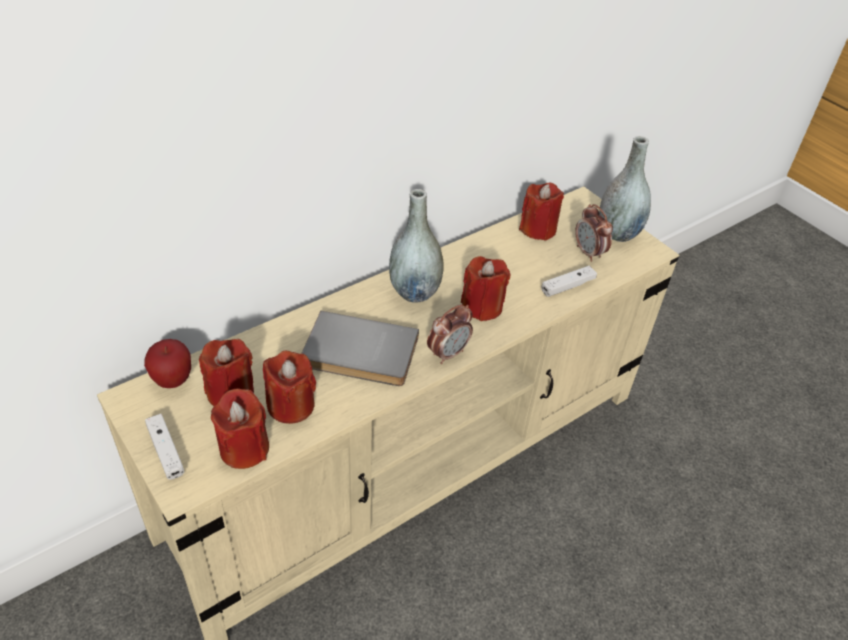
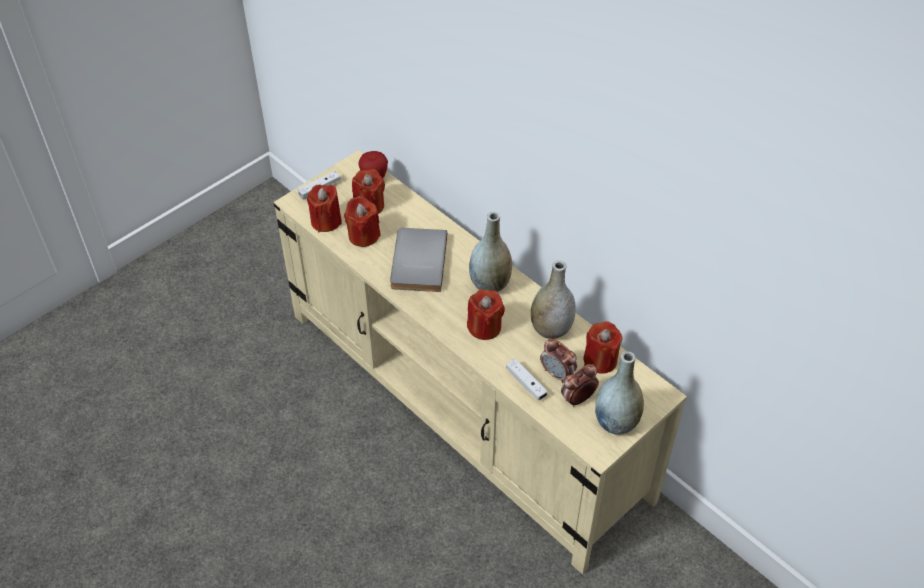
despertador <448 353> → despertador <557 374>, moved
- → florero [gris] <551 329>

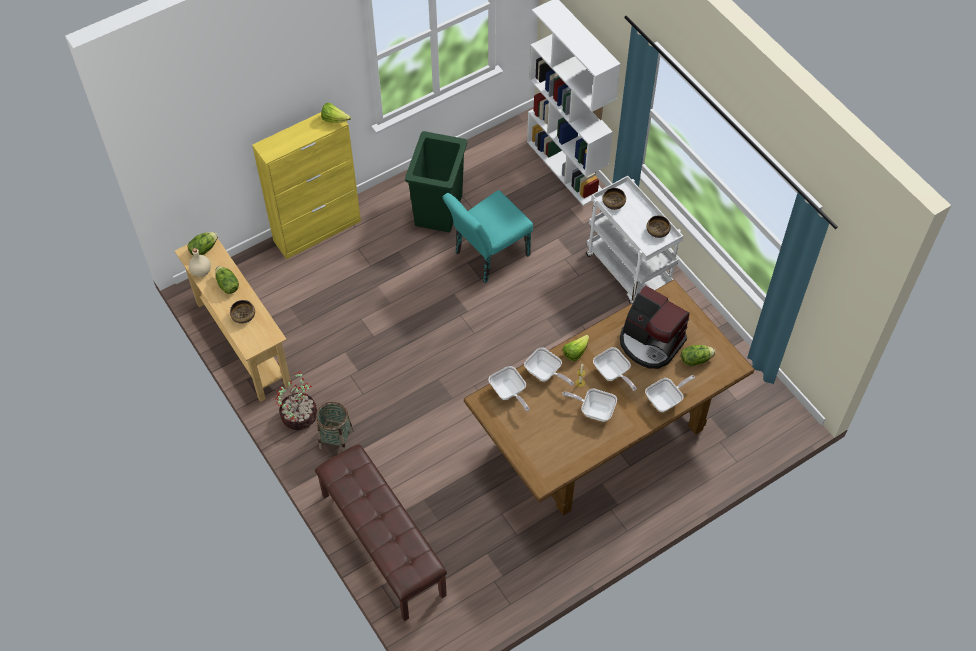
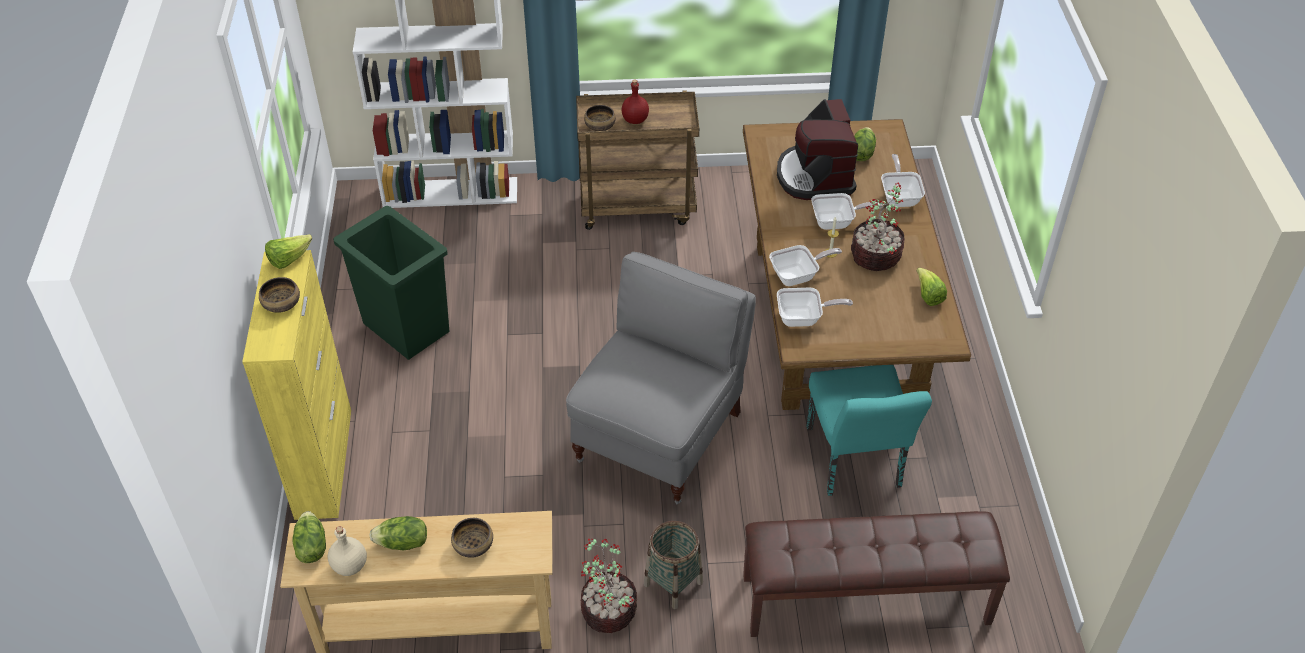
carrito [blanco] <629 271> → carrito [marrón] <638 206>
silla [turquesa] <487 256> → silla [turquesa] <855 464>, moved
cuenco <657 231> → cuenco <281 304>, moved
cafetera <650 342> → cafetera <814 176>, 105 degrees clockwise
lechuga <575 352> → lechuga <928 296>, moved
sartén <594 410> → planta en maceta <876 257>
- → botella [rojo] <634 120>
- → silla [gris] <660 435>

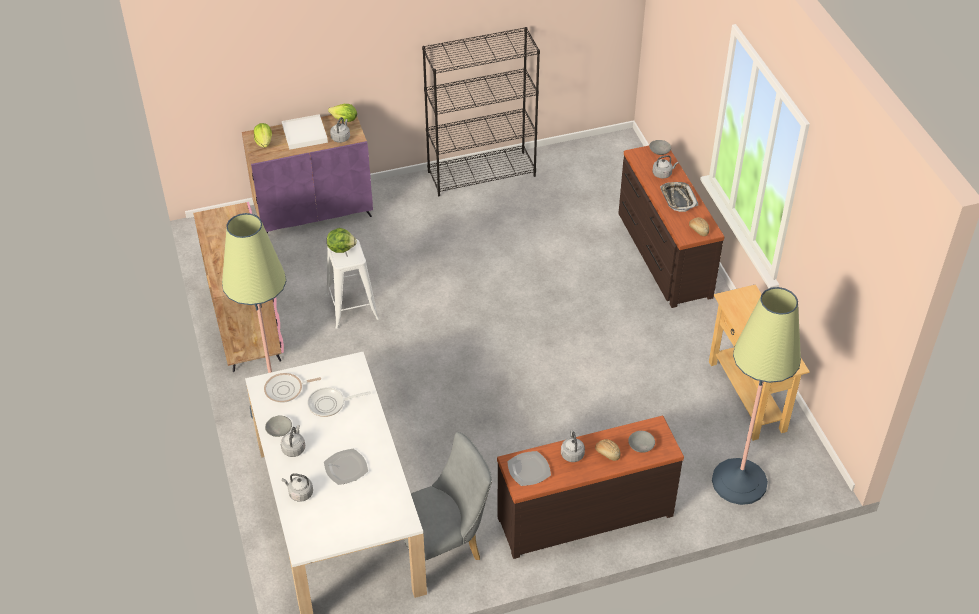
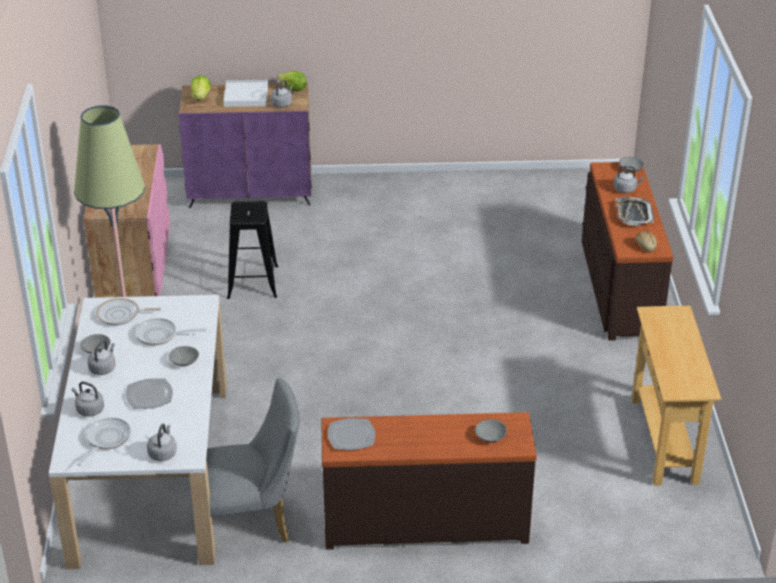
estantería [negro] <482 173> → -
lechuga <341 248> → -
taburete [blanco] <352 307> → taburete [negro] <252 282>
lámpara de pie <739 482> → -
hervidor [gris] <572 453> → hervidor [gris] <163 453>, moved
pan <607 453> → -
- → cuenco [gris] <184 360>
- → sartén <106 440>

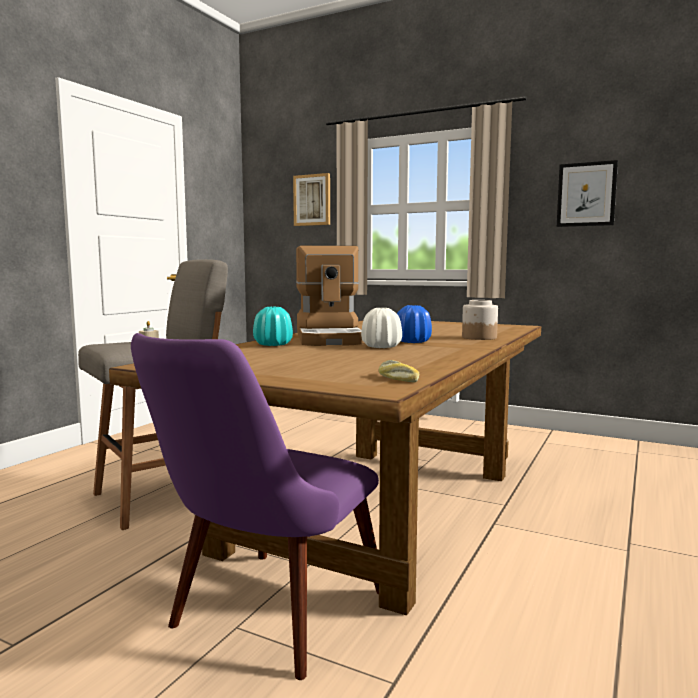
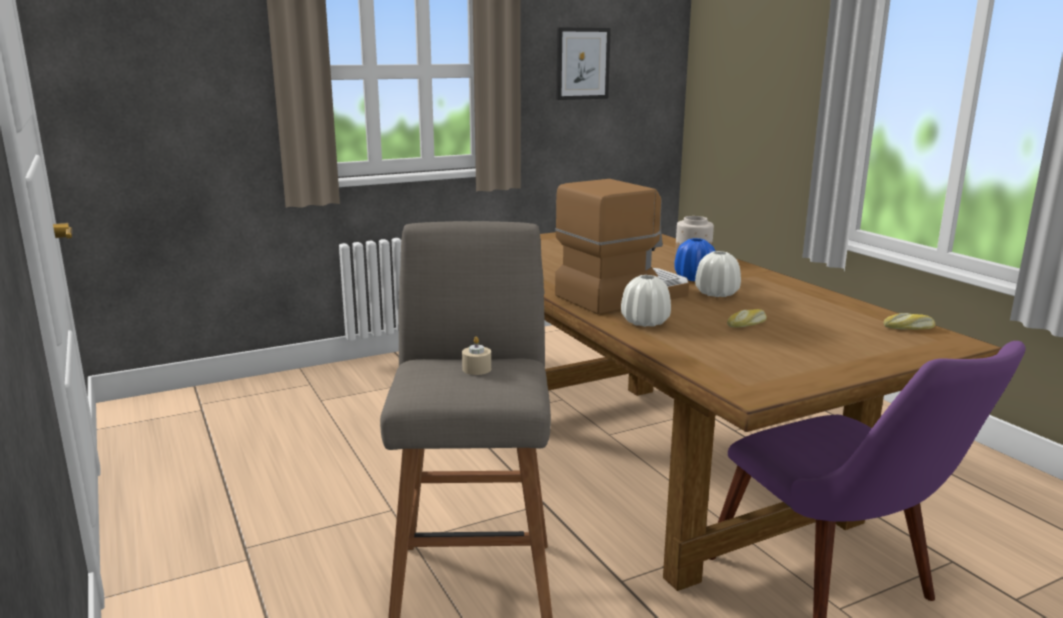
cuadro <312 200> → -
cafetera <330 338> → cafetera <622 295>, 60 degrees counterclockwise
florero [turquesa] <273 344> → florero [blanco] <645 322>
- → pan <747 324>

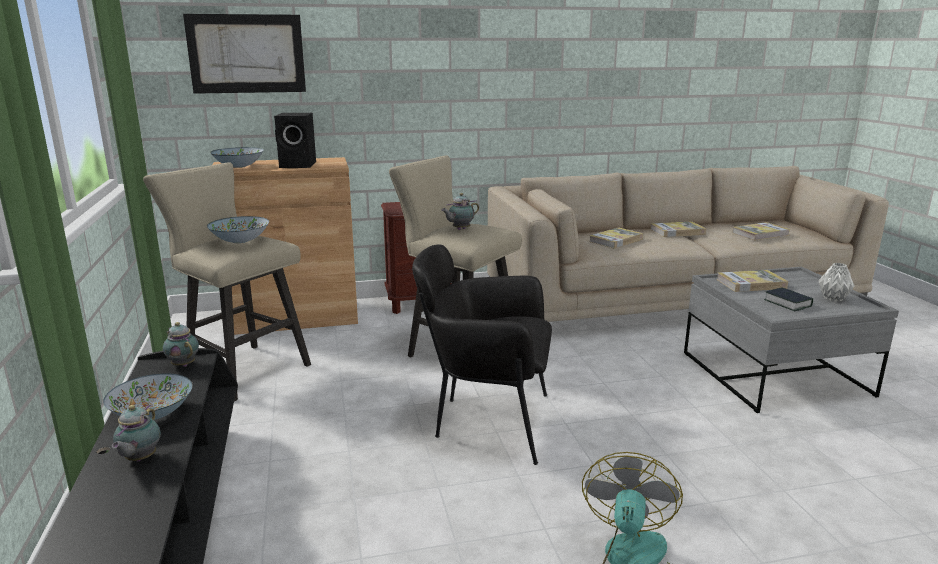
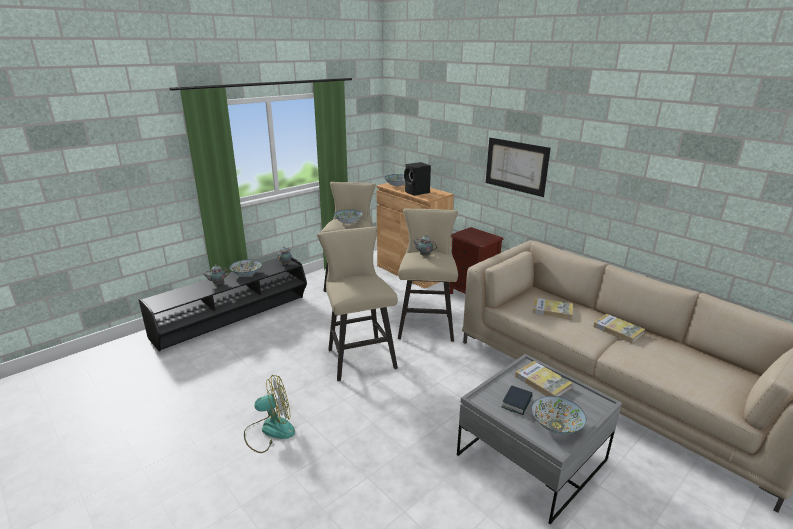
cuadro <246 54> → cuadro <516 166>, moved
libro <760 234> → -
sillón [negro] <486 422> → taburete [beis] <359 356>
florero [gris] <832 298> → cuenco <556 425>

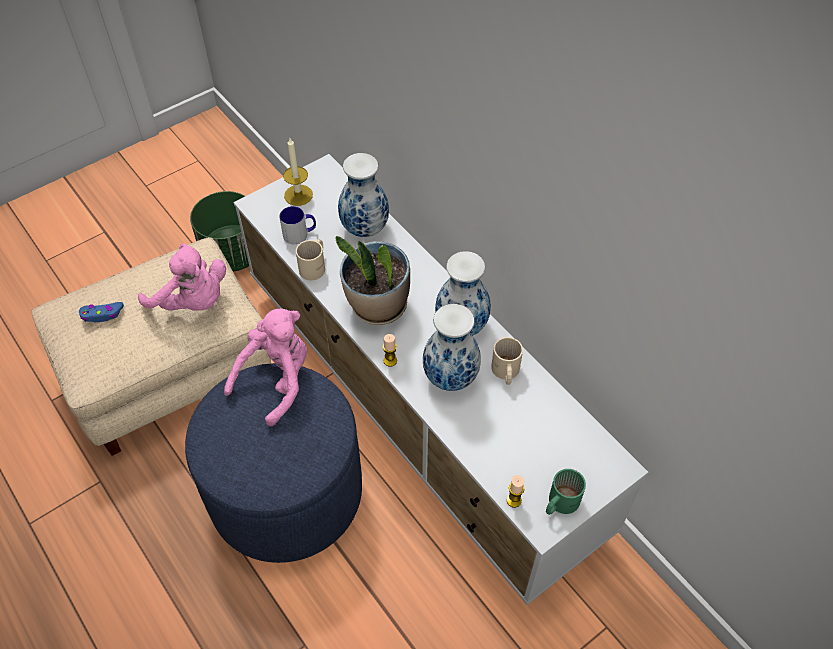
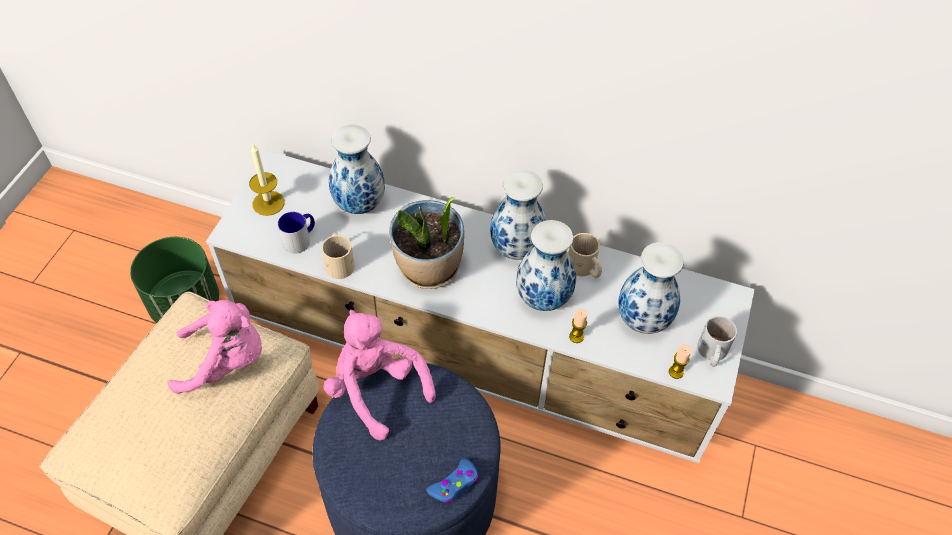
mando de consola [azul] <102 315> → mando de consola [azul] <454 484>, moved
peluche [rosa] <277 380> → peluche [rosa] <376 389>, 45 degrees counterclockwise
vela <390 361> → vela <576 337>, moved
taza grande [verde] <559 502> → taza grande [blanco] <711 353>
- → florero <644 320>

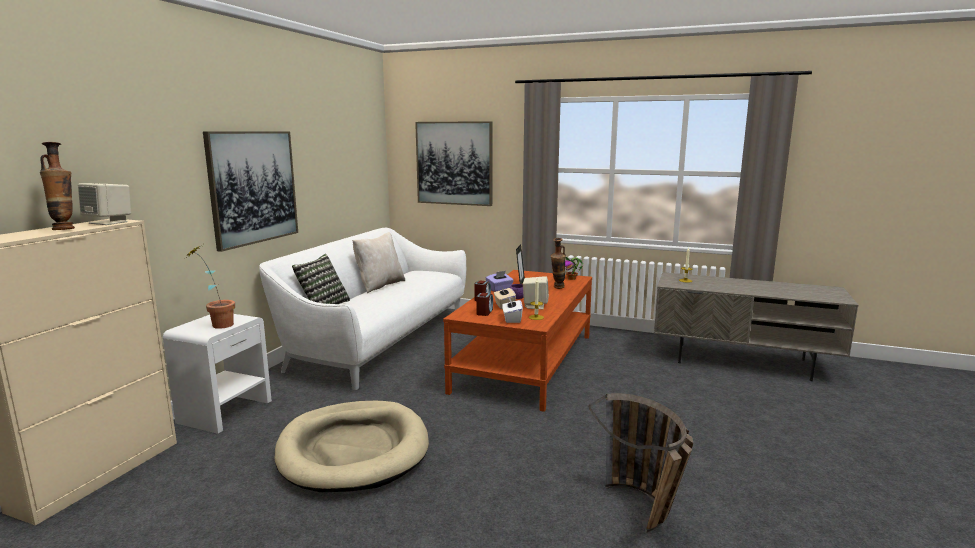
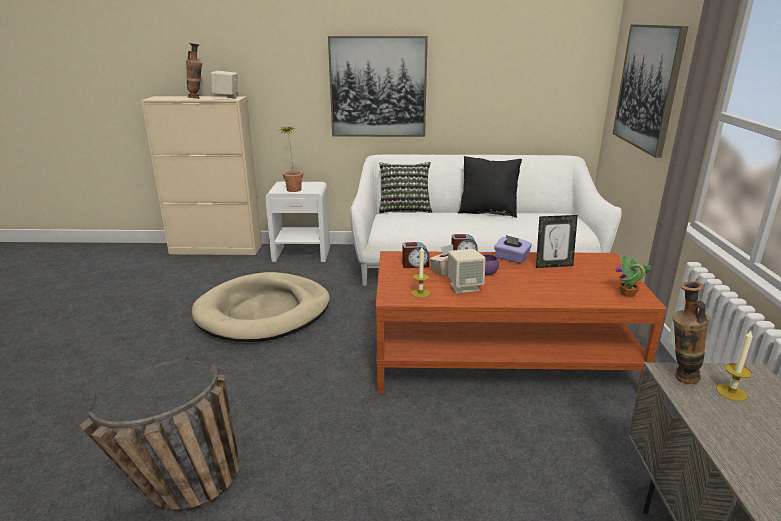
cojín [beis] <379 285> → cojín [negro] <487 212>
florero <557 288> → florero <678 378>, moved
caja de pañuelos [blanco] <512 319> → -

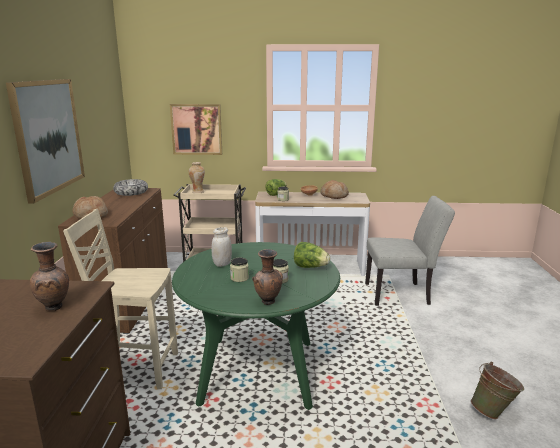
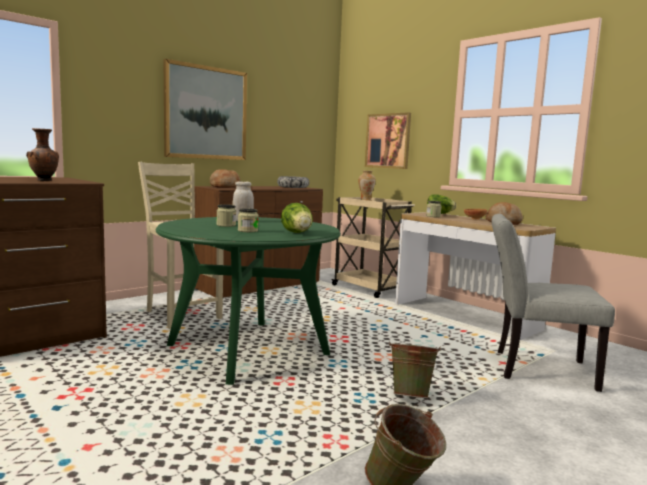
silla [gris] <402 294> → silla [gris] <535 368>, 150 degrees clockwise
florero [marrón] <268 302> → -
- → cubo [verde] <411 396>

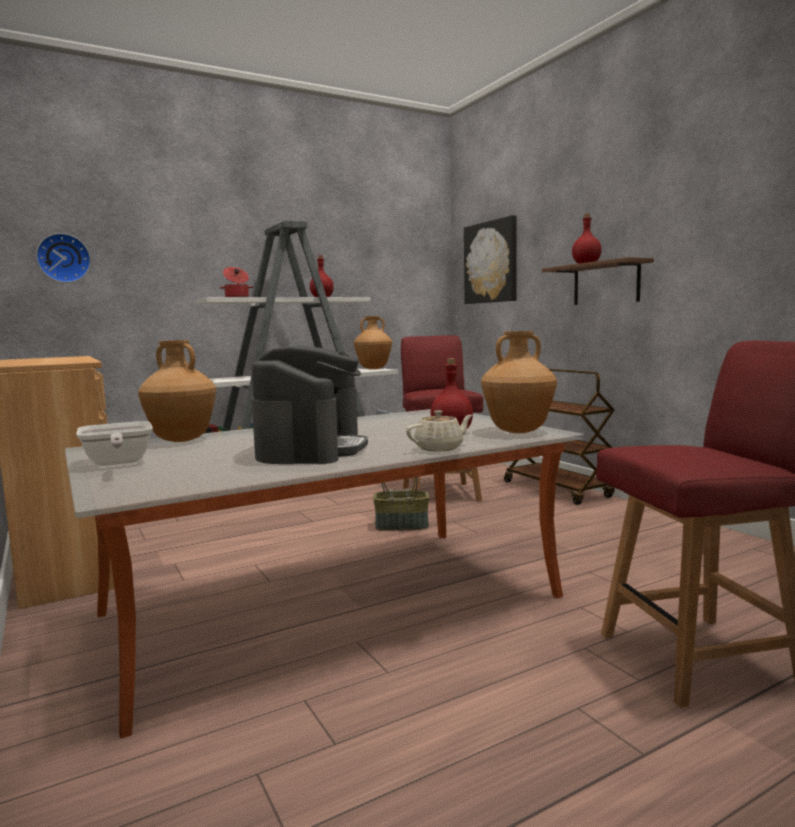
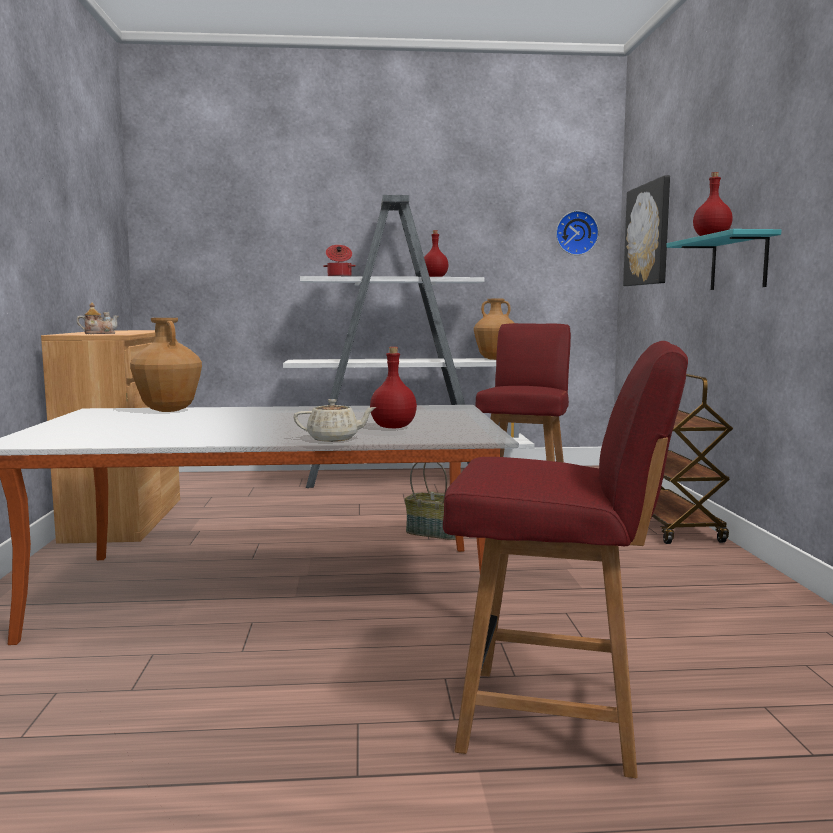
reloj de pared <63 258> → reloj de pared <576 233>, moved
estante [marrón] <606 283> → estante [turquesa] <738 262>
florero [marrón] <518 431> → -
cafetera <311 449> → -
sartén <117 463> → -
- → tetera <99 333>

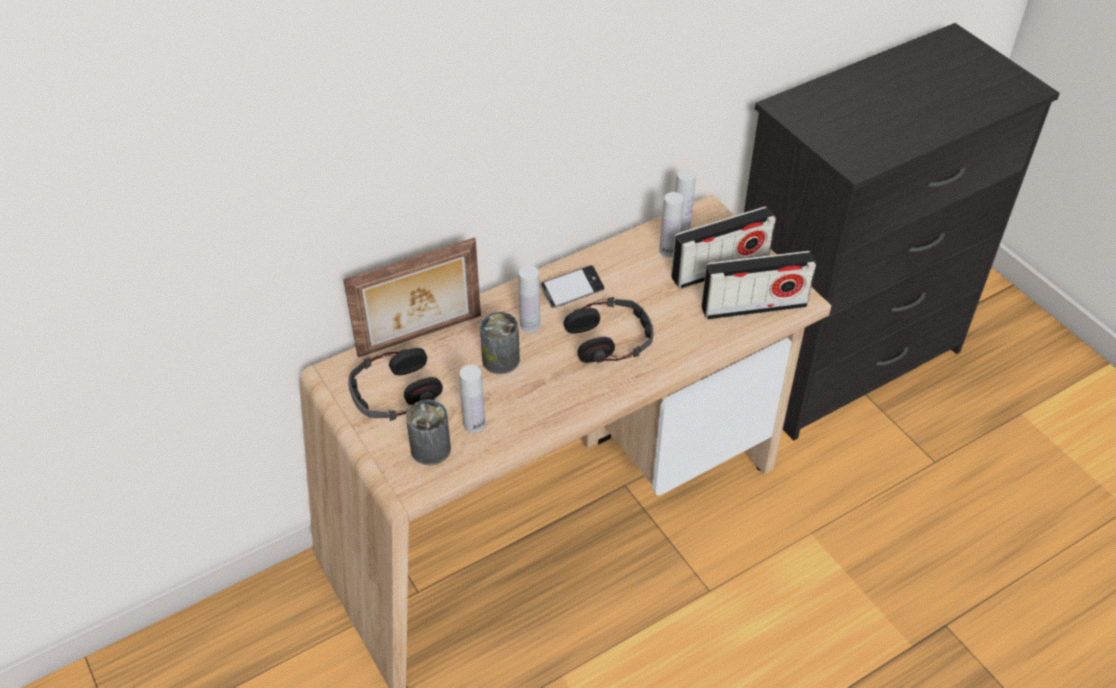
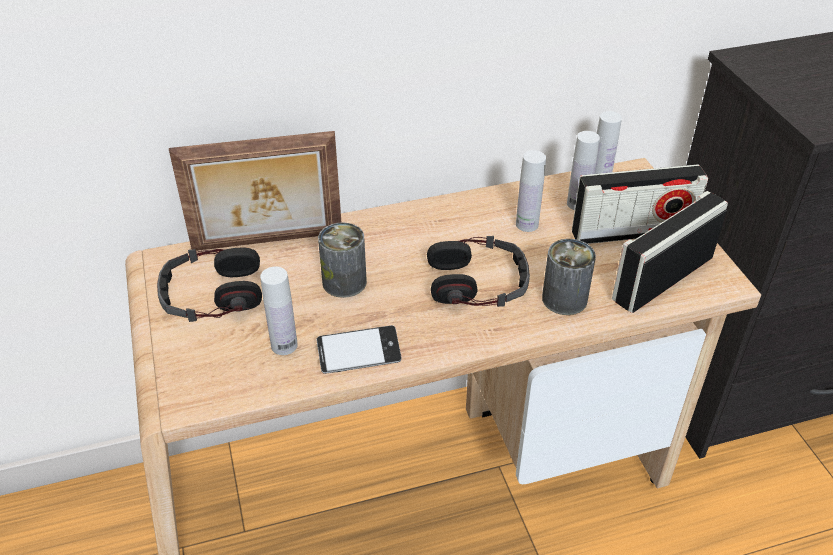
radio <754 306> → radio <662 278>, 135 degrees clockwise
móvil <572 290> → móvil <359 354>, moved
botella [blanco] <530 325> → botella [blanco] <527 224>, moved
lata <430 449> → lata <564 299>, moved

